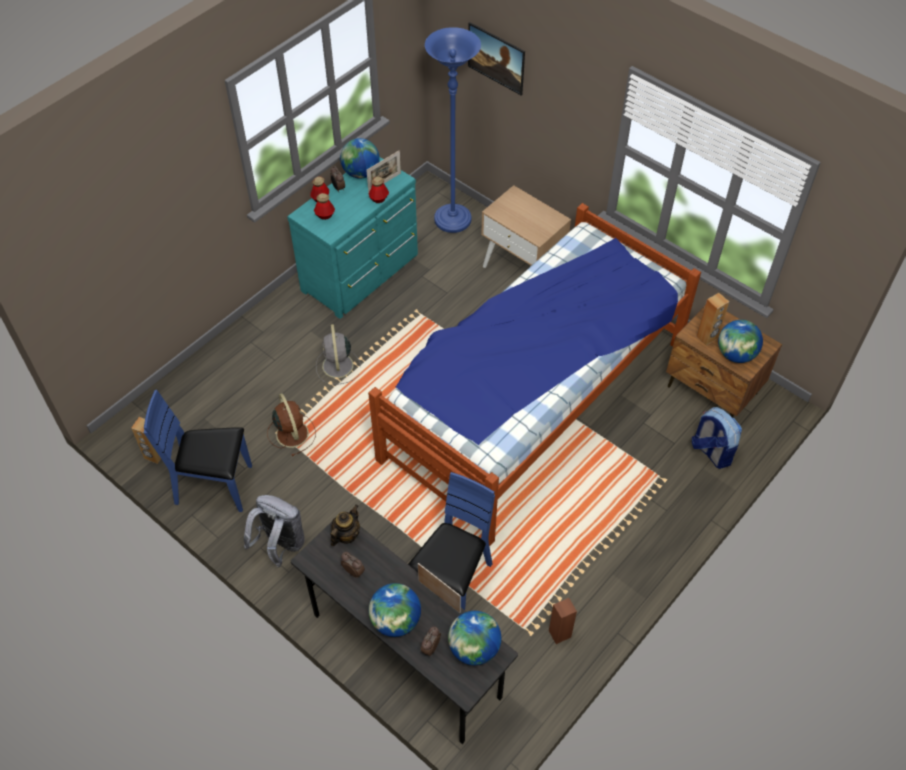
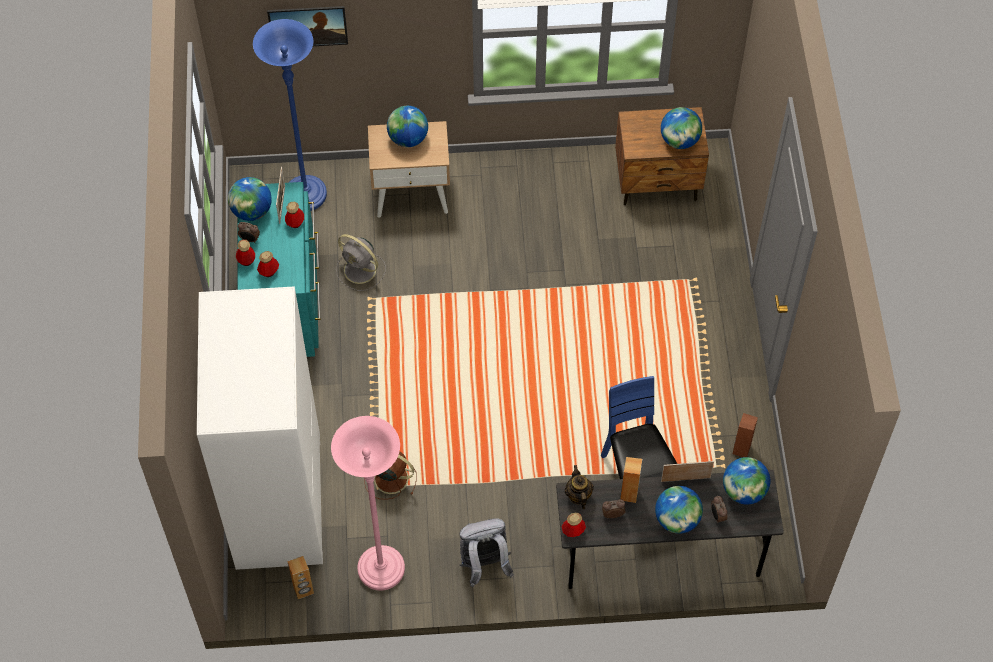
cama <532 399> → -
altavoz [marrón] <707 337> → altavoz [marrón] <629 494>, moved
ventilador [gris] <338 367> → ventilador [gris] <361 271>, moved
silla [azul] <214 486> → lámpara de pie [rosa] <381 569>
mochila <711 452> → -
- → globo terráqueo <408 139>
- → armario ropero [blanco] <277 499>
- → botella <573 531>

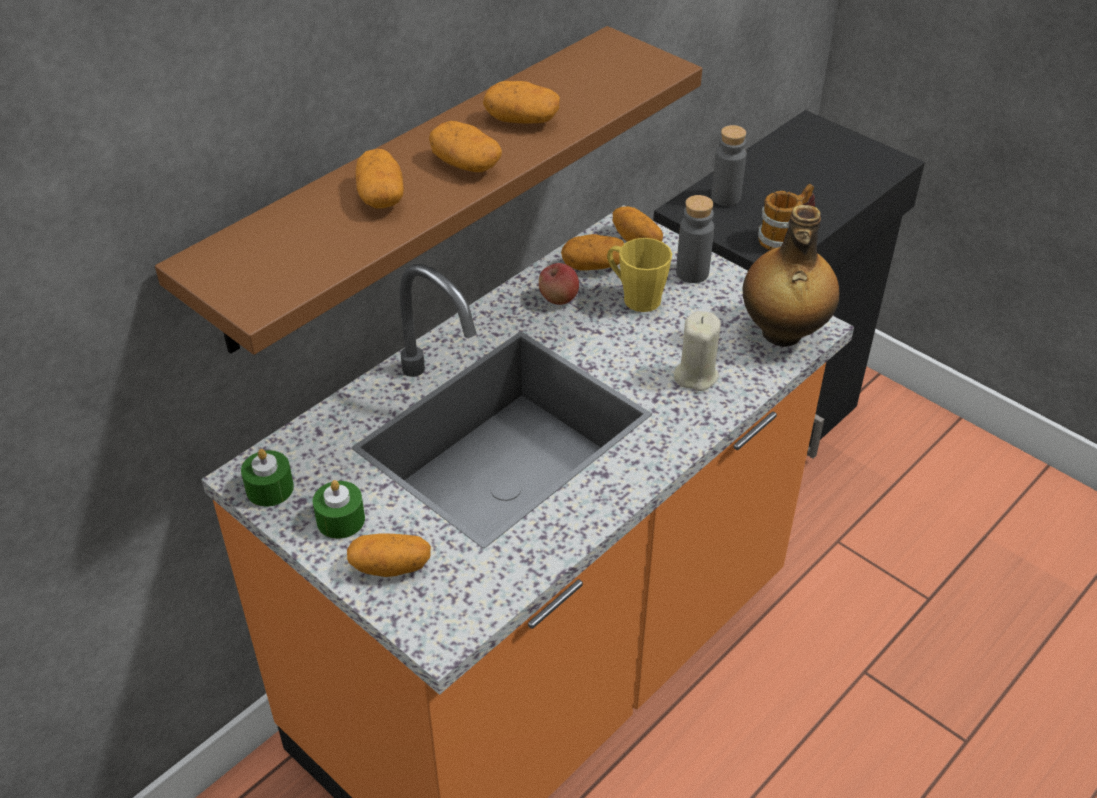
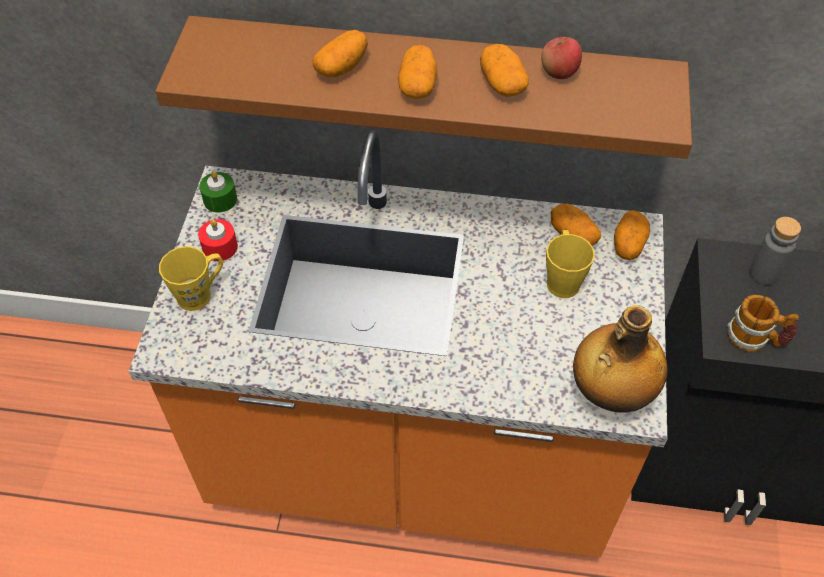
botella [gris] <692 273> → -
manzana <558 299> → manzana <559 72>, moved
vela [beis] <695 375> → -
vela [verde] <340 520> → vela [rojo] <220 247>
patata <390 566> → taza grande [amarillo] <200 294>

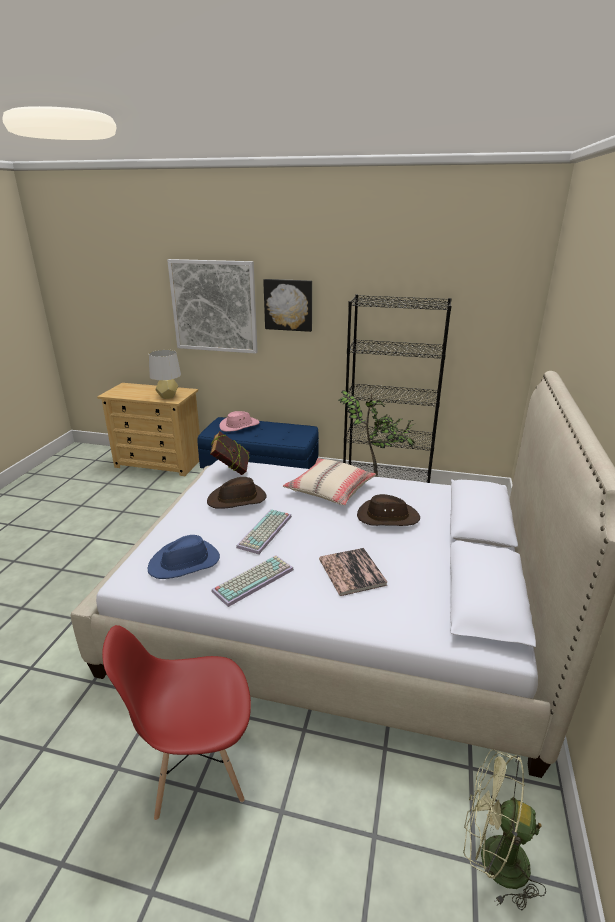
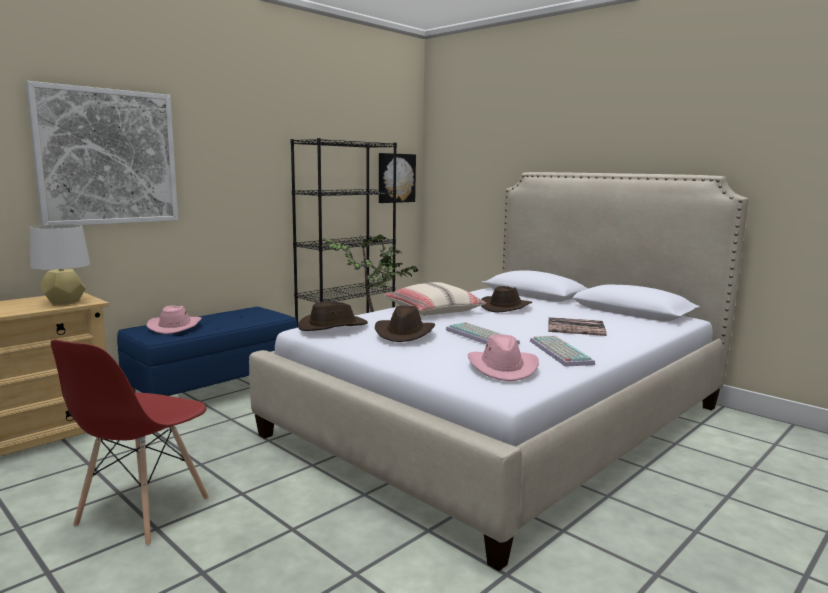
cuadro <288 305> → cuadro <395 178>, moved
libro <231 470> → sombrero [marrón] <332 326>
sombrero [azul] <185 563> → sombrero [rosa] <503 368>
silla [rojo] <197 769> → silla [rojo] <142 513>, moved
ventilador [verde] <492 859> → -

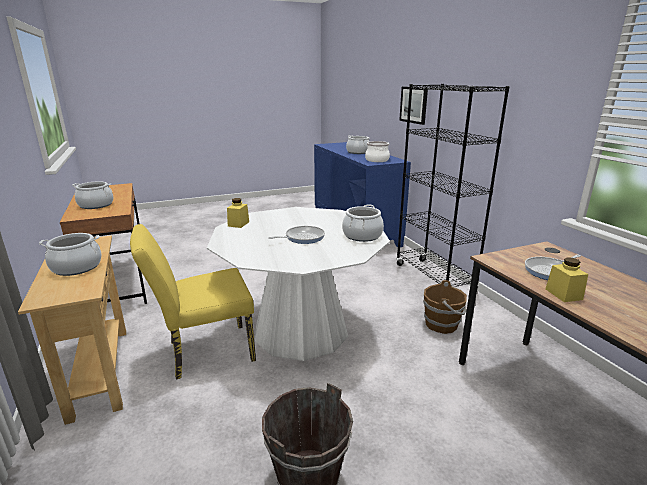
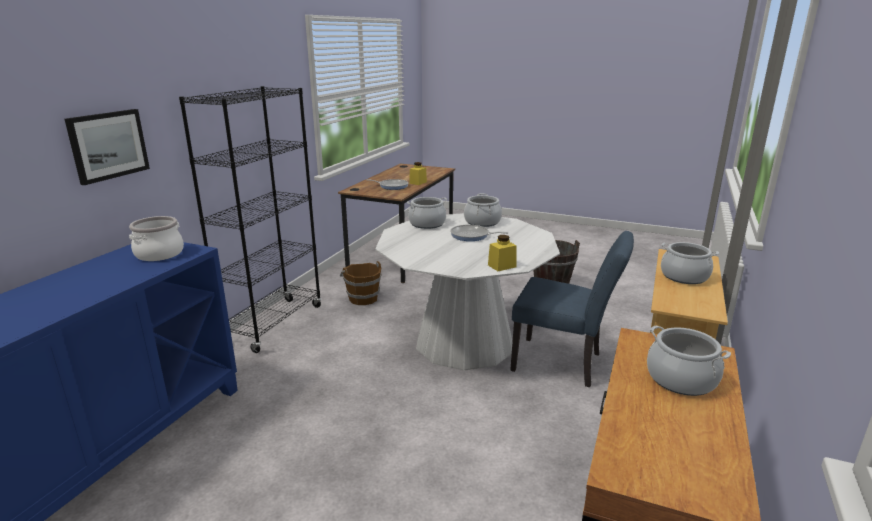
olla <358 152> → olla <482 222>, moved
silla [amarillo] <204 352> → silla [azul] <564 363>

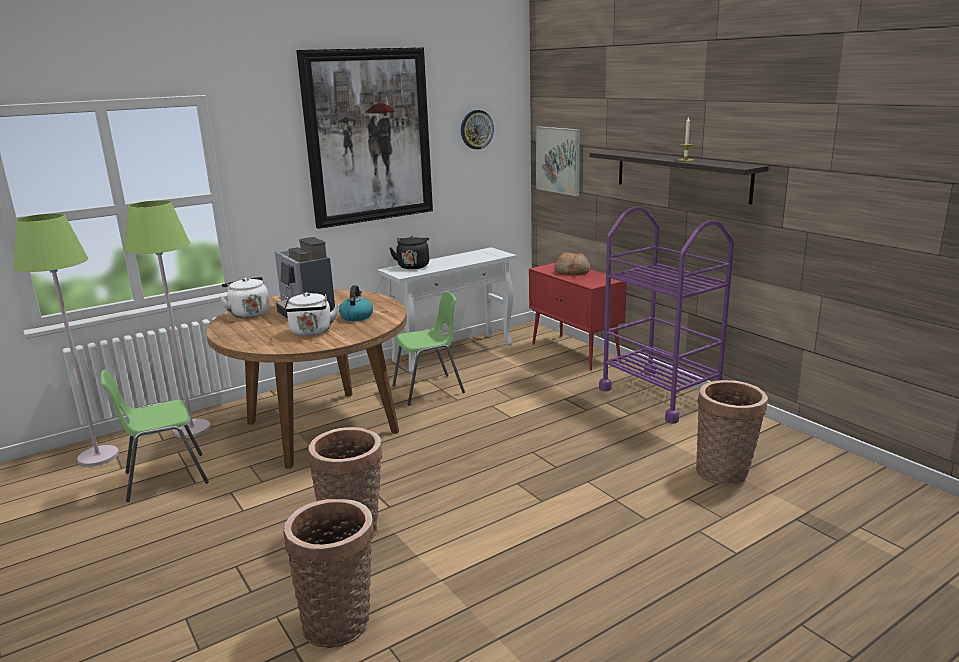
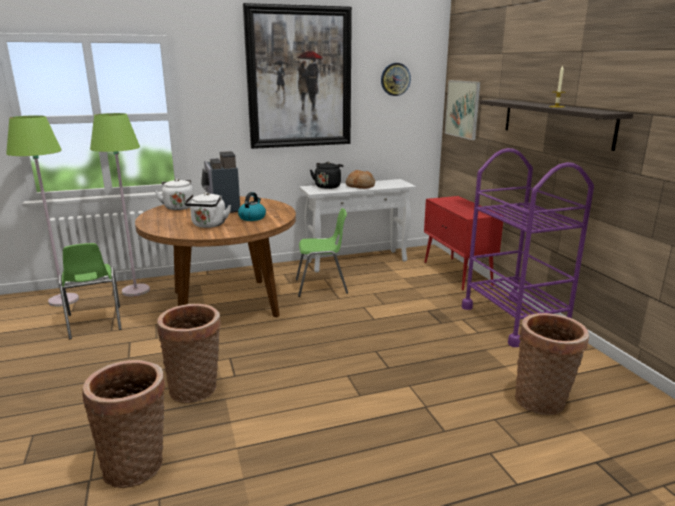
pan <572 271> → pan <360 186>, moved
silla [verde] <165 477> → silla [verde] <94 323>, 105 degrees counterclockwise

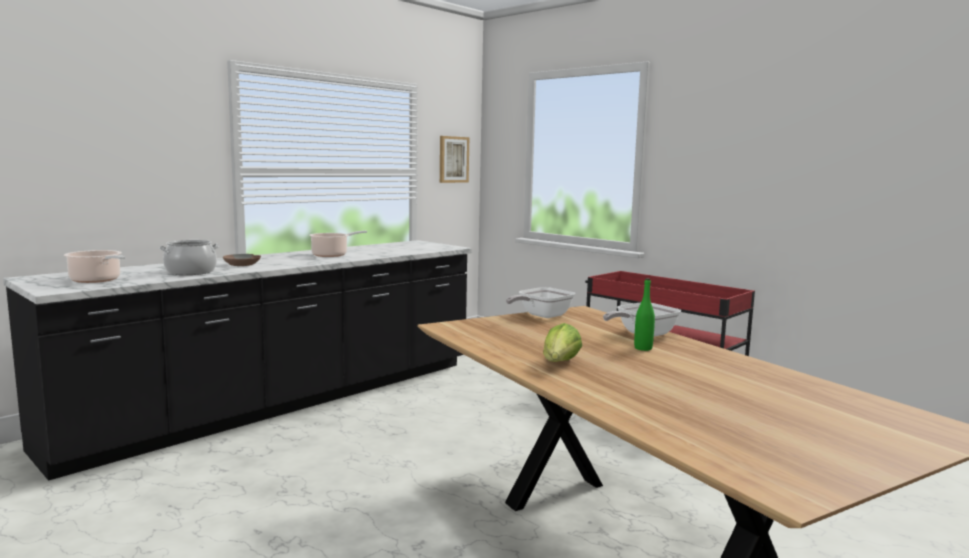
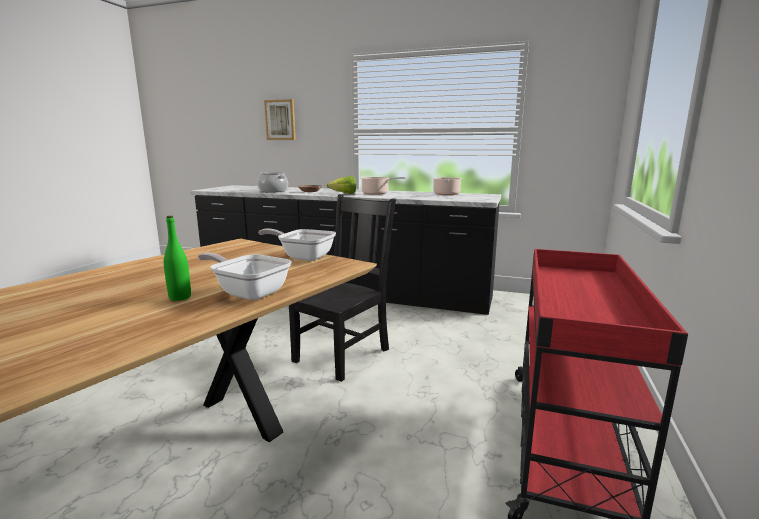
cuadro <453 159> → cuadro <280 120>, moved
olla <97 280> → olla <446 194>, moved
lechuga <560 364> → lechuga <344 194>, moved
- → silla [negro] <344 354>

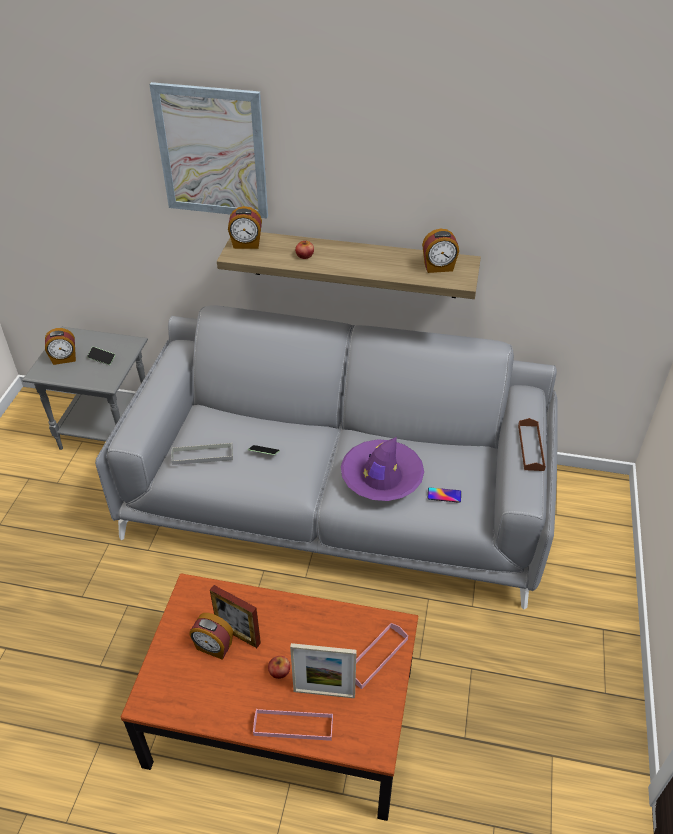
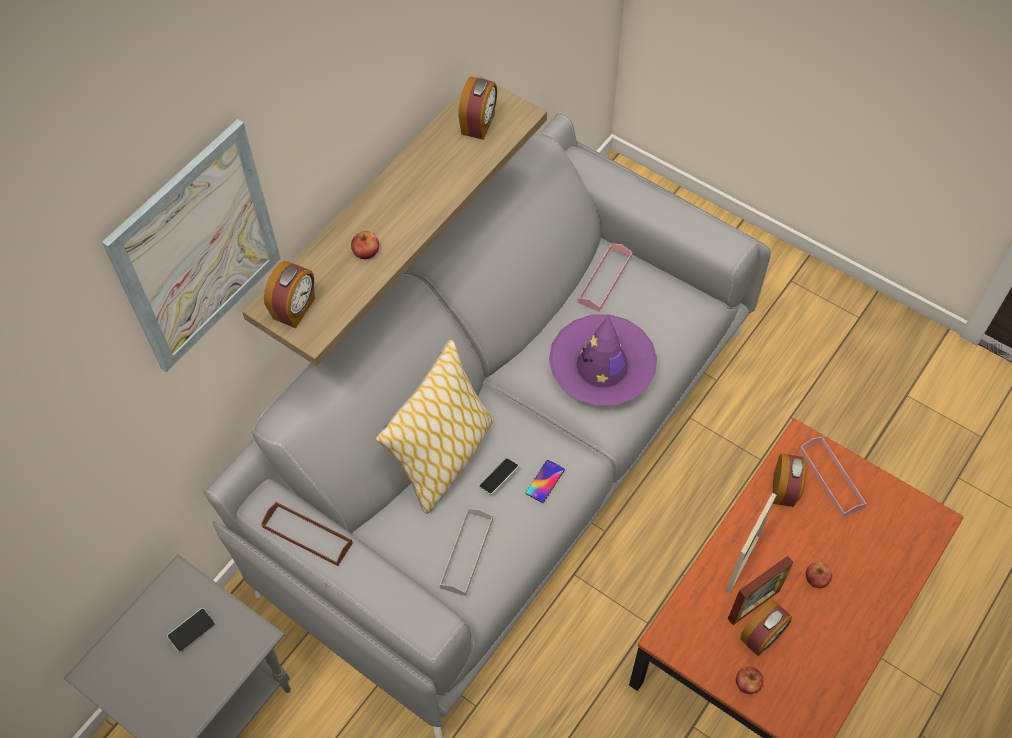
despertador <64 359> → despertador <784 490>, moved
bandeja [marrón] <530 447> → bandeja [marrón] <307 535>, moved
móvil <444 495> → móvil <545 481>, moved
portarretratos <324 693> → portarretratos <743 563>, moved
bandeja [rosa] <293 726> → bandeja [rosa] <605 279>, moved
- → cojín <443 458>
- → manzana <748 683>

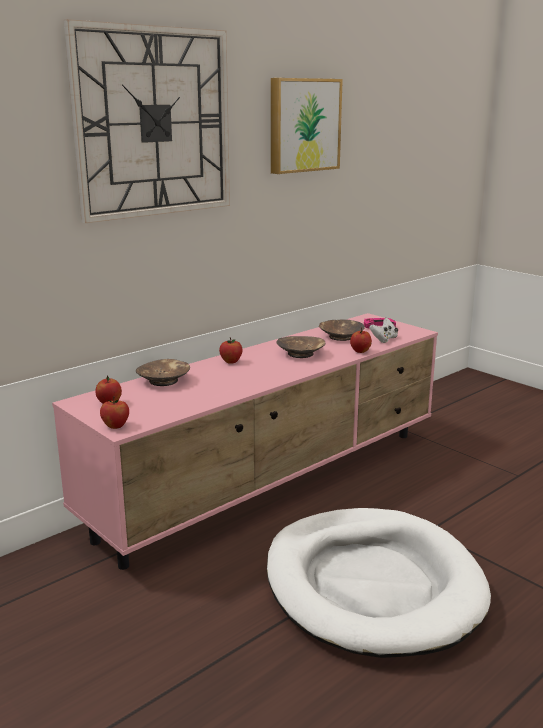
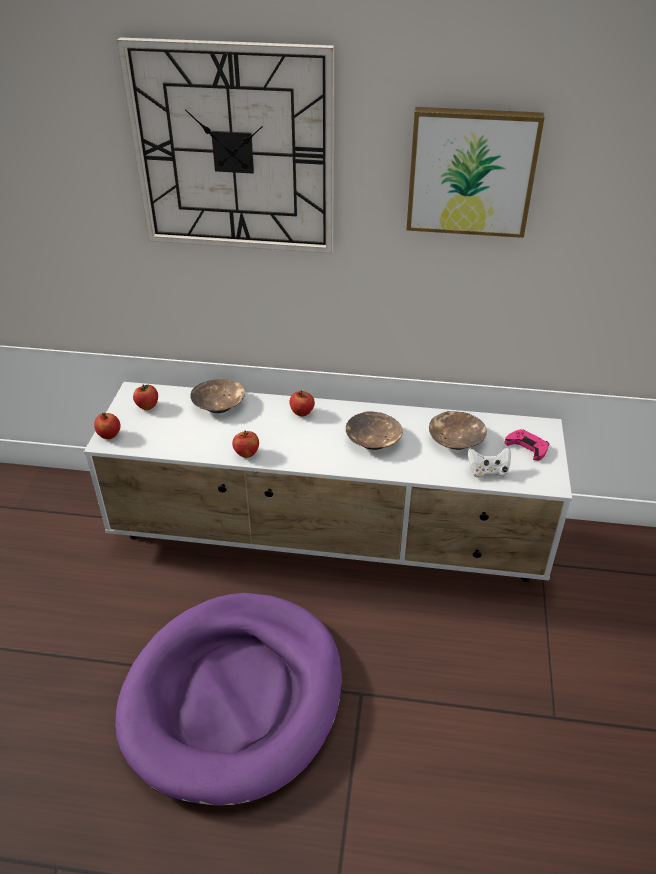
mueble de televisión [rosa] <273 482> → mueble de televisión [blanco] <330 539>
manzana <360 351> → manzana <246 454>, moved
cama para perro [blanco] <372 585> → cama para perro [morado] <234 697>

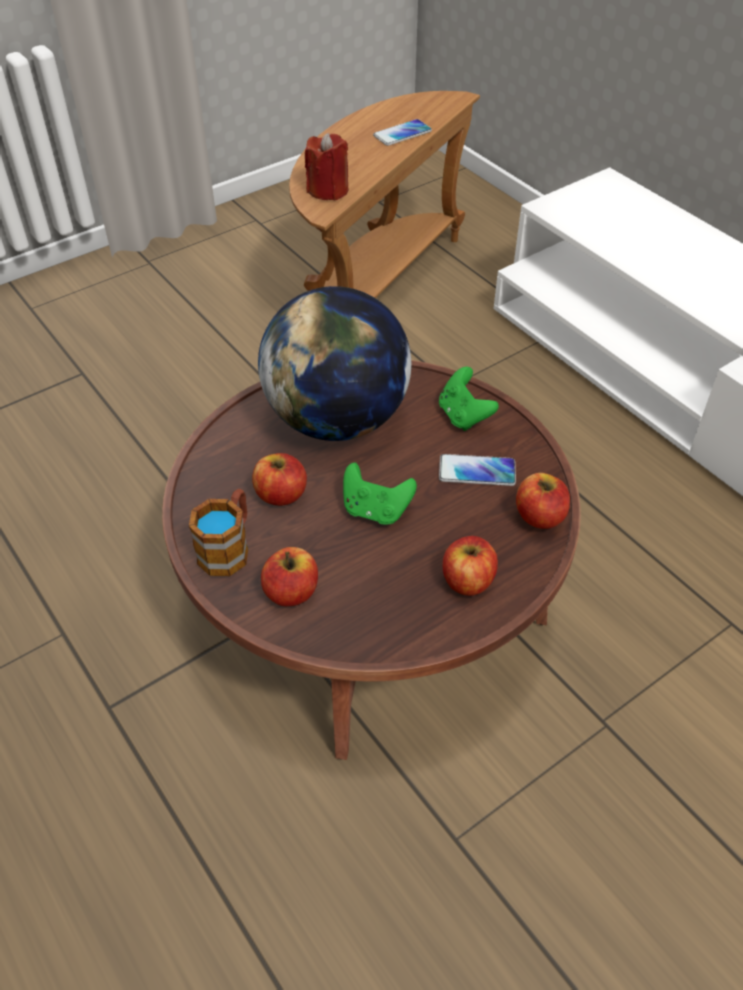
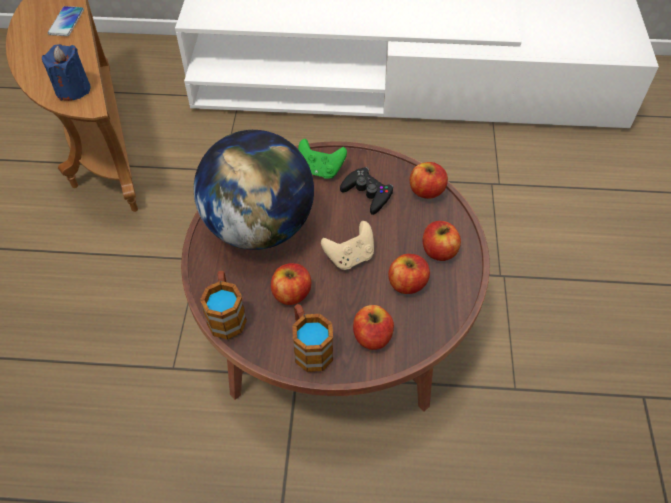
vela [rojo] <328 190> → vela [azul] <73 90>
móvil <477 471> → mando de consola [negro] <367 193>
mando de consola [verde] <375 510> → mando de consola [beis] <350 257>
- → manzana <407 283>
- → taza grande <226 314>

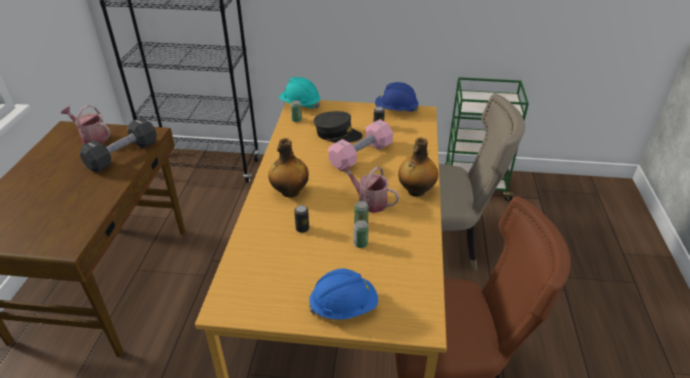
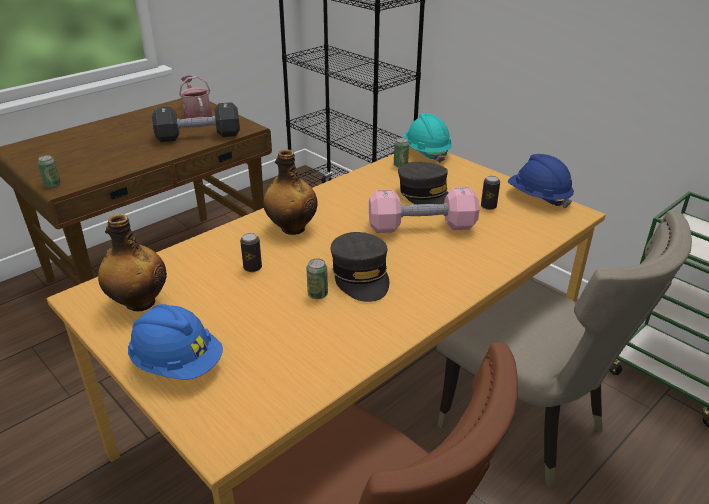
botella <415 191> → botella <139 303>, moved
regadera <368 201> → gorra [gris] <361 276>
lata <360 244> → lata <53 184>, moved

